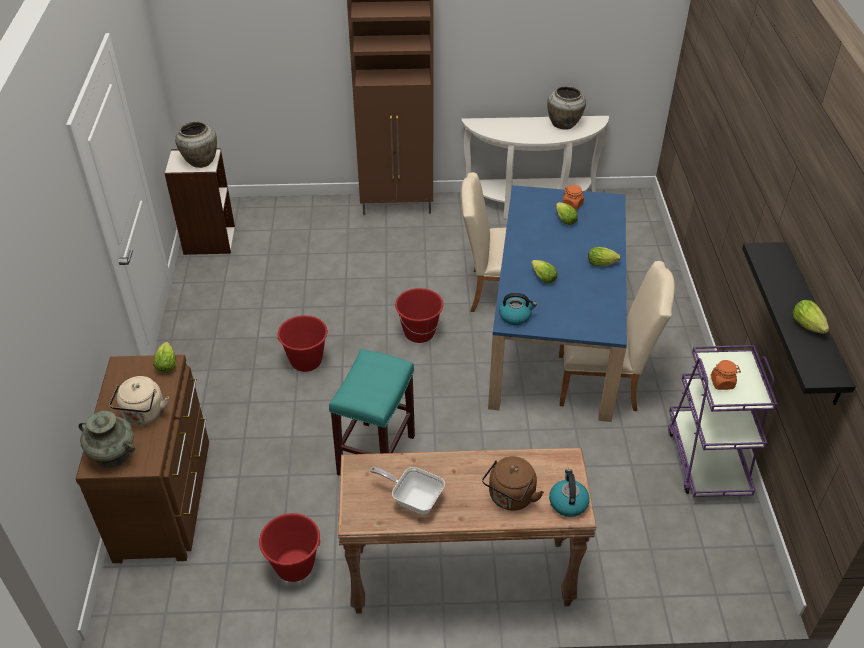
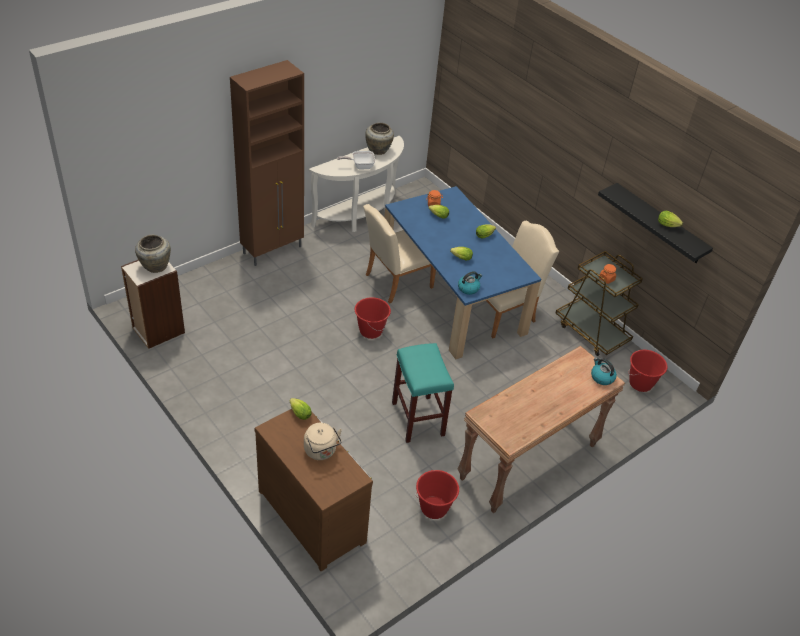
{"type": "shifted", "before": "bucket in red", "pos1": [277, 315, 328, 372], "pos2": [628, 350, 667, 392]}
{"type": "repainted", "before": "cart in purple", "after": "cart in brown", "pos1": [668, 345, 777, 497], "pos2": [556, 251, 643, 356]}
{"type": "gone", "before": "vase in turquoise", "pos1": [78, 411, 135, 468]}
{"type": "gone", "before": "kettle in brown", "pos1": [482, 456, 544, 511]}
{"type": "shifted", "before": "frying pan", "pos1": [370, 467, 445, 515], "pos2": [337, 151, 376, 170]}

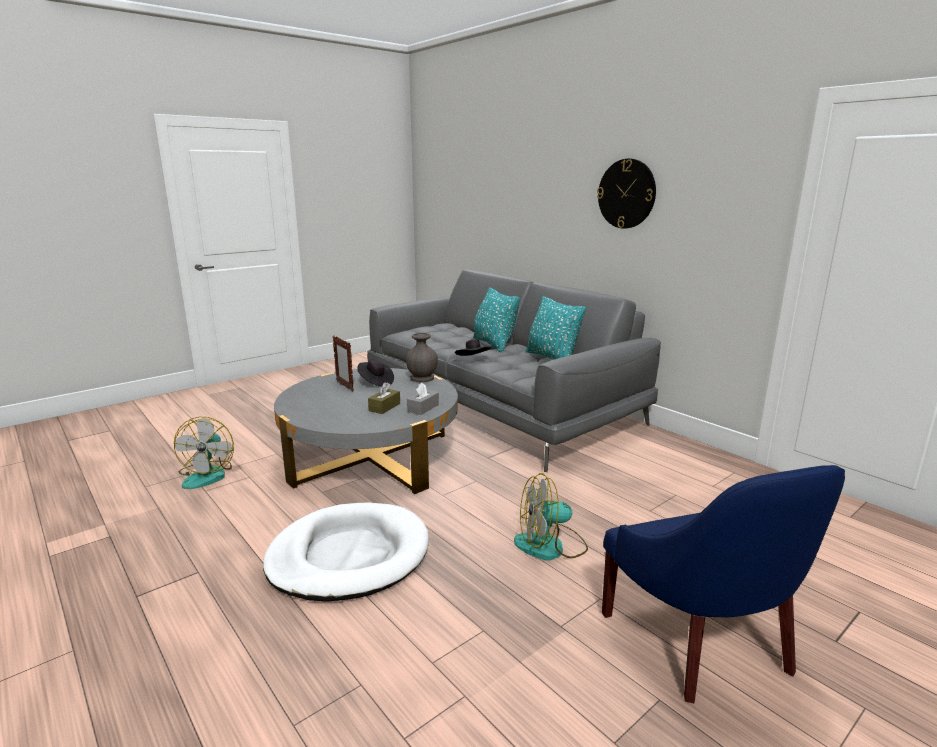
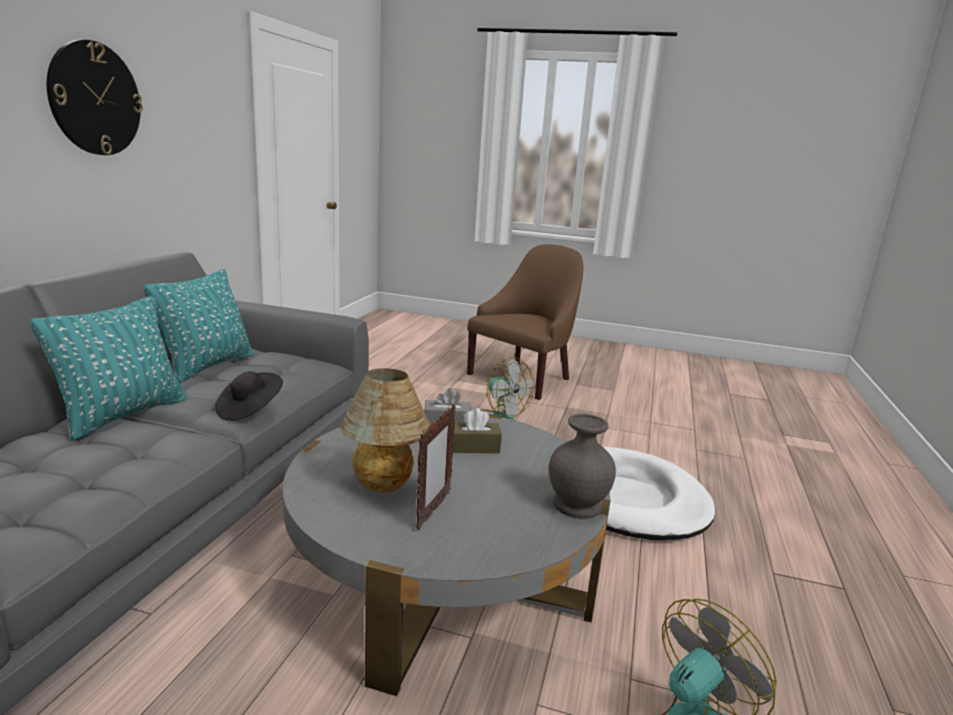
{"type": "shifted", "before": "vase in grey", "pos1": [406, 333, 438, 382], "pos2": [549, 414, 616, 519]}
{"type": "swapped", "before": "hat in black", "after": "table lamp", "pos1": [357, 360, 394, 387], "pos2": [339, 368, 430, 493]}
{"type": "repainted", "before": "armchair in blue", "after": "armchair in brown", "pos1": [602, 465, 845, 703], "pos2": [467, 244, 583, 400]}

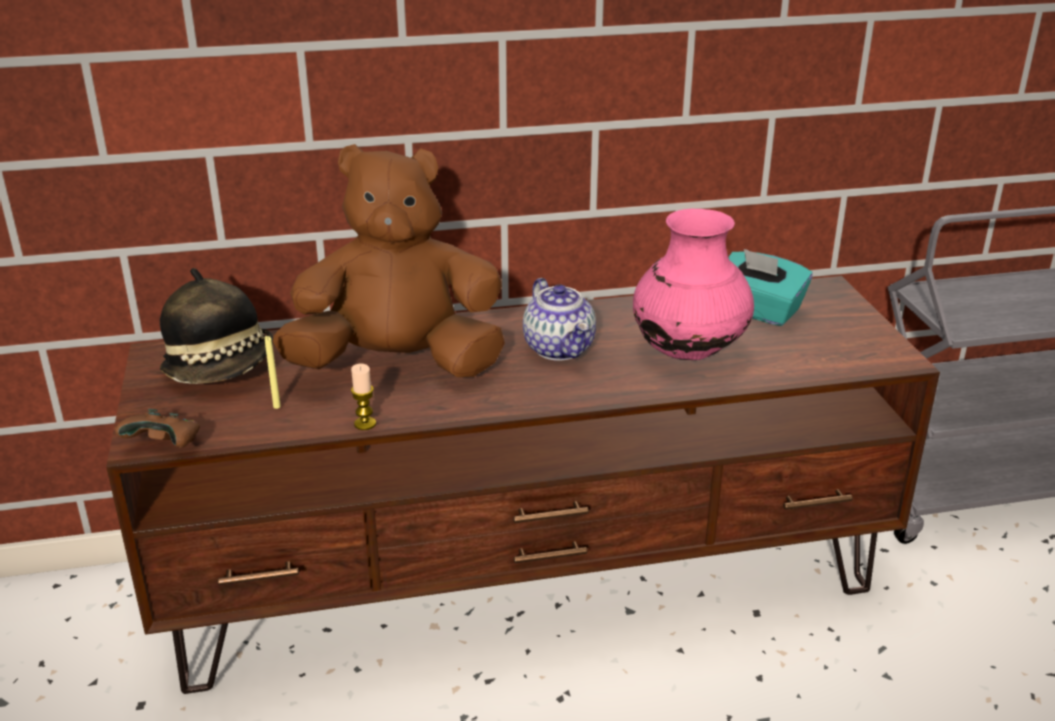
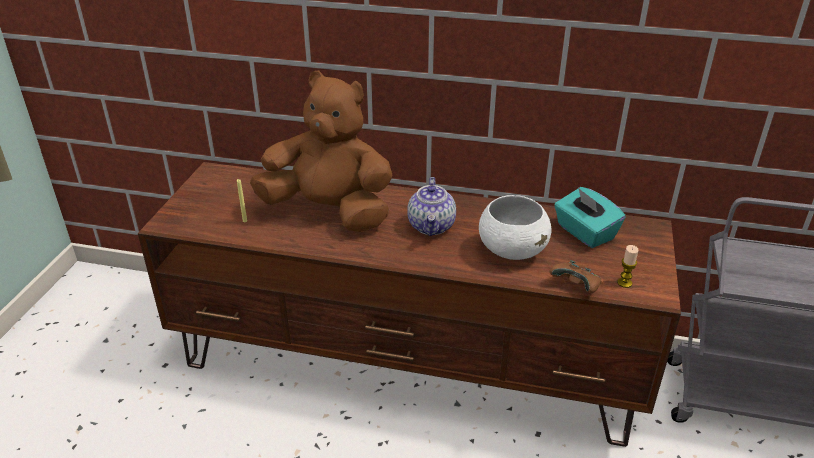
{"type": "swapped", "before": "vase in pink", "after": "bowl in white", "pos1": [633, 209, 754, 360], "pos2": [479, 195, 551, 260]}
{"type": "gone", "before": "hat", "pos1": [160, 268, 273, 384]}
{"type": "shifted", "before": "candle", "pos1": [351, 364, 376, 430], "pos2": [617, 245, 639, 288]}
{"type": "shifted", "before": "game controller in brown", "pos1": [115, 409, 200, 448], "pos2": [550, 260, 601, 293]}

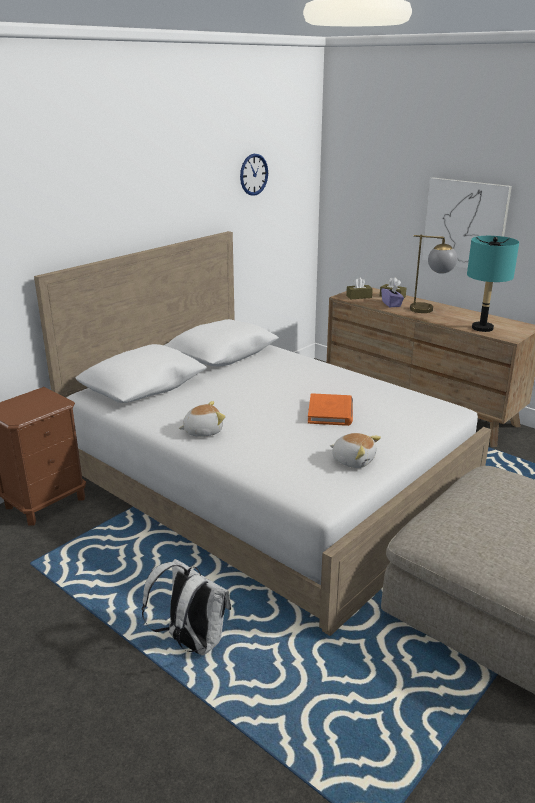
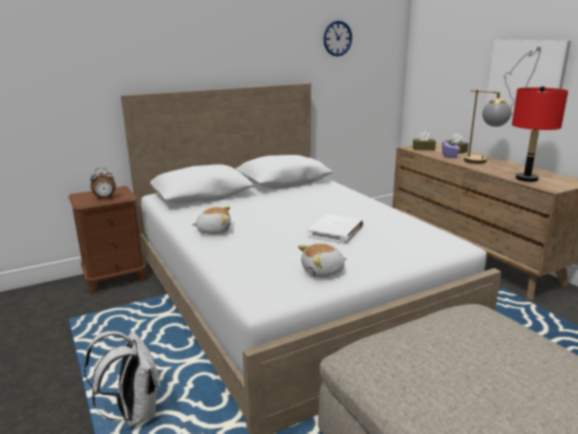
{"type": "repainted", "before": "table lamp in turquoise", "after": "table lamp in red", "pos1": [467, 236, 519, 332], "pos2": [512, 86, 568, 182]}
{"type": "repainted", "before": "book in orange", "after": "book in white", "pos1": [308, 393, 353, 426], "pos2": [308, 214, 363, 244]}
{"type": "rotated", "before": "plush toy", "pos1": [330, 433, 381, 468], "pos2": [298, 244, 347, 278], "turn": 105}
{"type": "new", "after": "alarm clock", "pos2": [90, 168, 116, 200]}

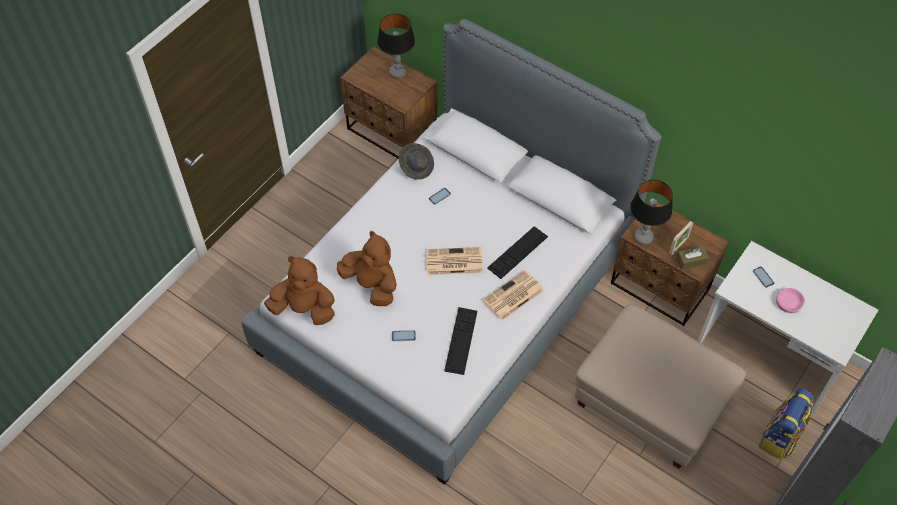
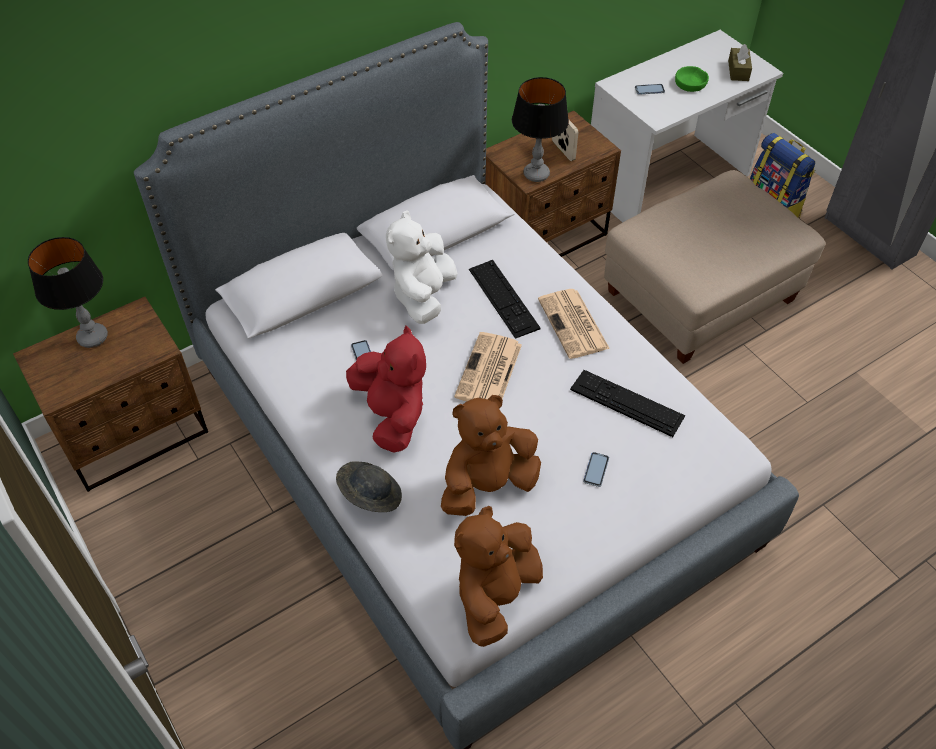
{"type": "shifted", "before": "hat in grey", "pos1": [398, 143, 434, 180], "pos2": [336, 461, 402, 512]}
{"type": "shifted", "before": "tissue box in brown", "pos1": [676, 246, 709, 270], "pos2": [728, 44, 752, 81]}
{"type": "repainted", "before": "bowl in pink", "after": "bowl in green", "pos1": [776, 288, 805, 313], "pos2": [675, 66, 709, 92]}
{"type": "new", "after": "plush toy in white", "pos2": [386, 211, 458, 324]}
{"type": "new", "after": "plush toy in red", "pos2": [346, 326, 426, 453]}

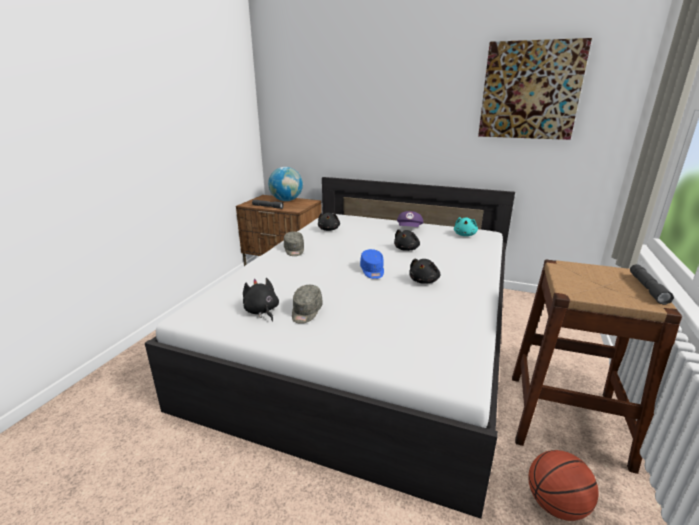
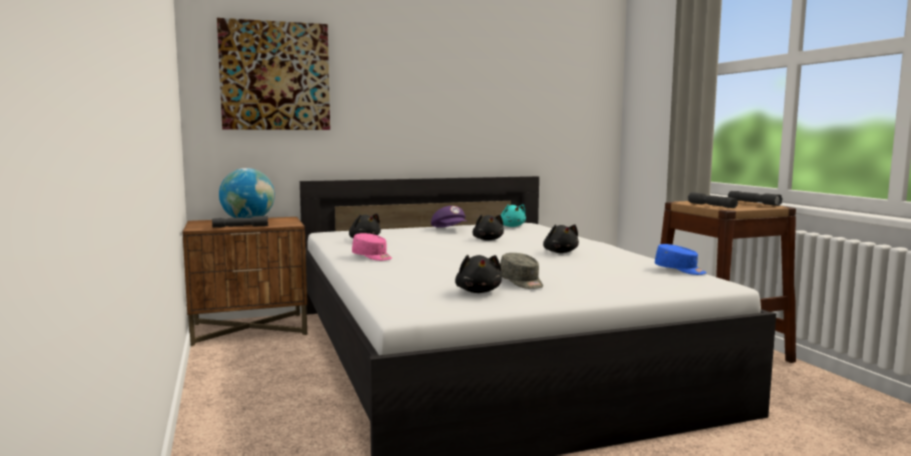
{"type": "shifted", "before": "picture", "pos1": [478, 38, 592, 140], "pos2": [217, 18, 330, 130]}
{"type": "repainted", "before": "cap in grey", "after": "cap in pink", "pos1": [284, 231, 304, 256], "pos2": [352, 233, 392, 261]}
{"type": "shifted", "before": "cap in blue", "pos1": [360, 249, 384, 279], "pos2": [655, 244, 706, 275]}
{"type": "rotated", "before": "plush toy in black", "pos1": [243, 278, 279, 321], "pos2": [455, 255, 502, 293], "turn": -120}
{"type": "gone", "before": "basketball", "pos1": [528, 450, 599, 521]}
{"type": "new", "after": "flashlight in grey", "pos2": [688, 192, 738, 208]}

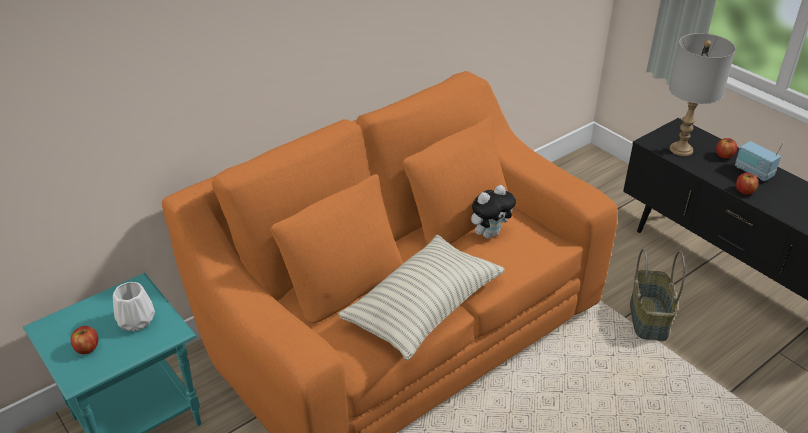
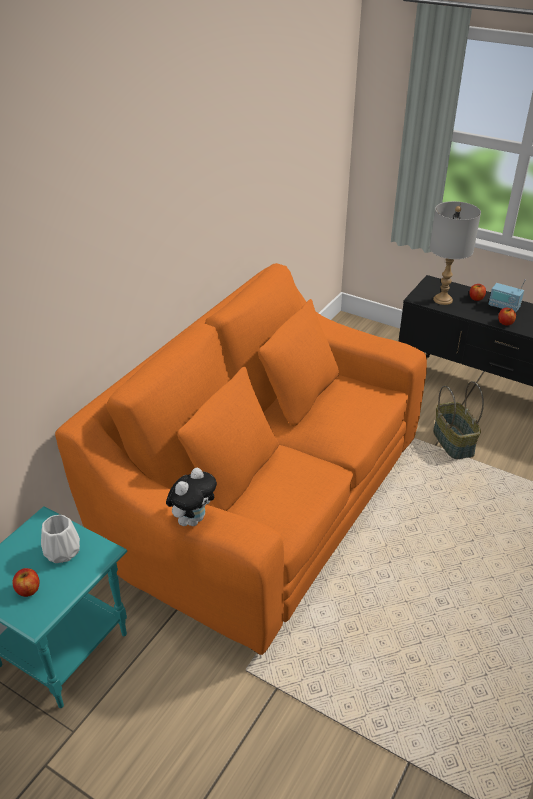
{"type": "shifted", "before": "plush toy", "pos1": [471, 185, 516, 239], "pos2": [166, 468, 217, 526]}
{"type": "gone", "before": "pillow", "pos1": [338, 235, 505, 360]}

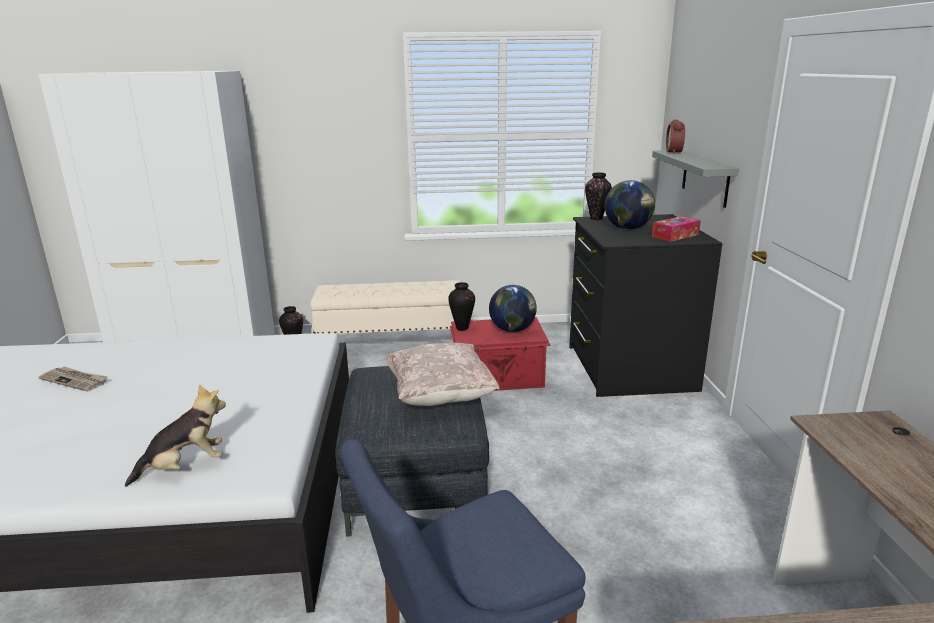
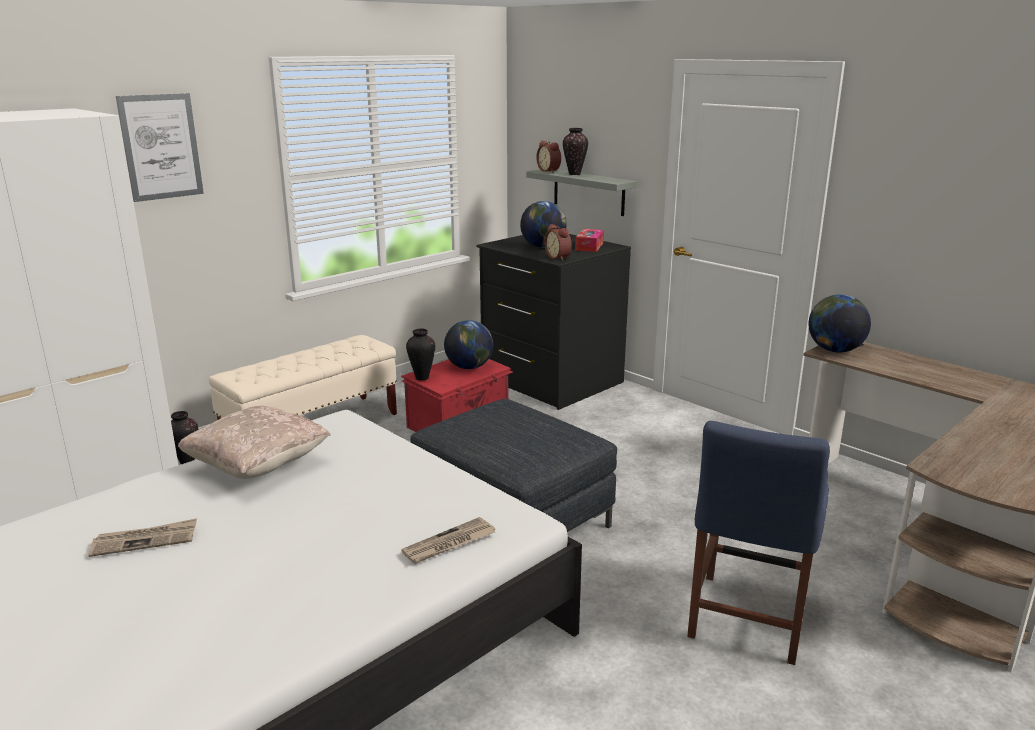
{"type": "shifted", "before": "vase", "pos1": [585, 173, 612, 220], "pos2": [563, 128, 588, 175]}
{"type": "shifted", "before": "pillow in beige", "pos1": [386, 343, 500, 406], "pos2": [178, 406, 331, 479]}
{"type": "swapped", "before": "plush toy", "after": "newspaper", "pos1": [125, 384, 226, 487], "pos2": [401, 517, 495, 564]}
{"type": "new", "after": "picture", "pos2": [116, 93, 204, 202]}
{"type": "new", "after": "alarm clock", "pos2": [544, 224, 572, 261]}
{"type": "new", "after": "globe", "pos2": [808, 294, 871, 353]}

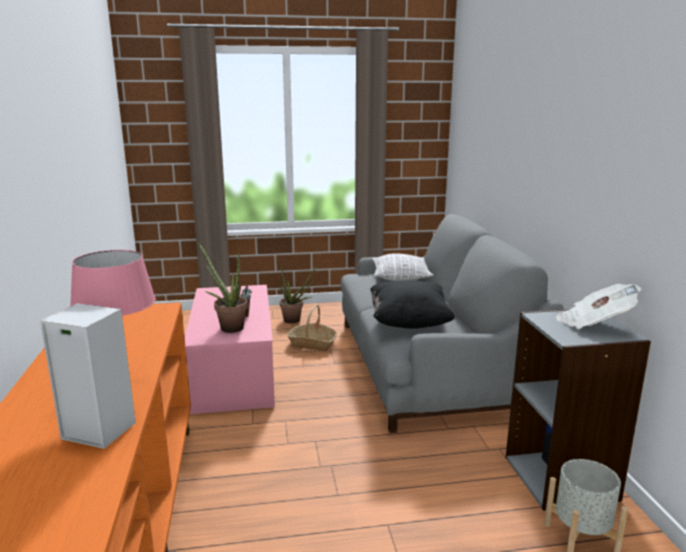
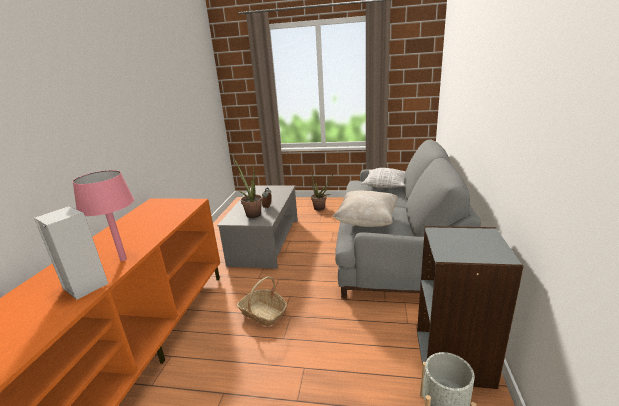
{"type": "repainted", "before": "pillow in black", "after": "pillow in beige", "pos1": [370, 281, 455, 329], "pos2": [333, 191, 398, 227]}
{"type": "gone", "before": "newspaper", "pos1": [556, 284, 642, 329]}
{"type": "repainted", "before": "coffee table in pink", "after": "coffee table in grey", "pos1": [185, 285, 275, 414], "pos2": [217, 185, 298, 269]}
{"type": "shifted", "before": "basket", "pos1": [287, 305, 337, 351], "pos2": [237, 276, 287, 326]}

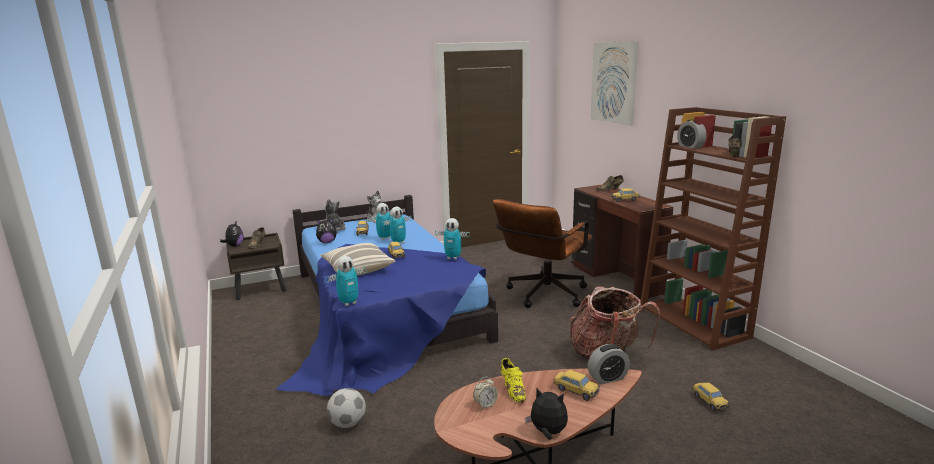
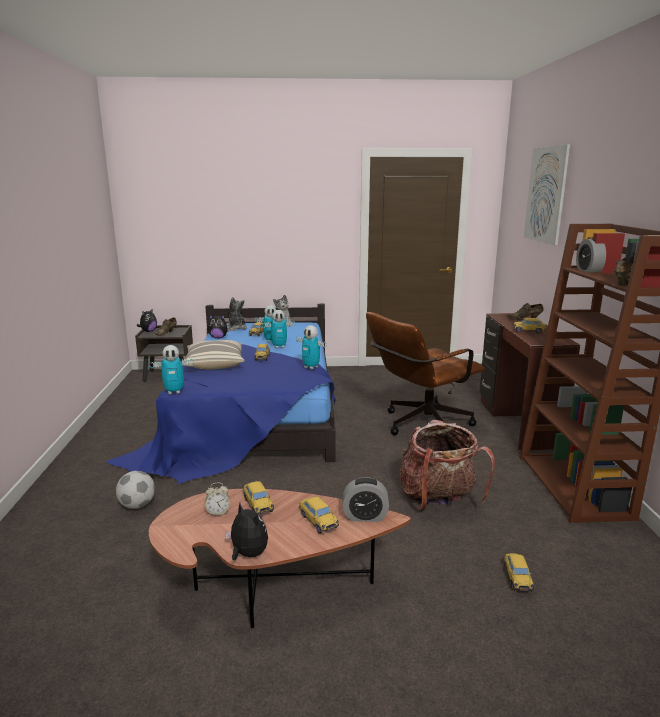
{"type": "swapped", "before": "shoe in yellow", "after": "toy car", "pos1": [500, 358, 526, 403], "pos2": [243, 481, 274, 514]}

